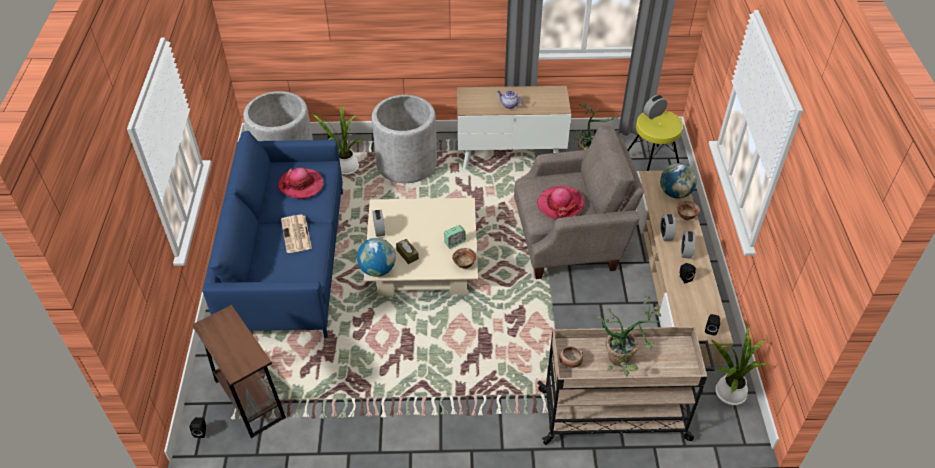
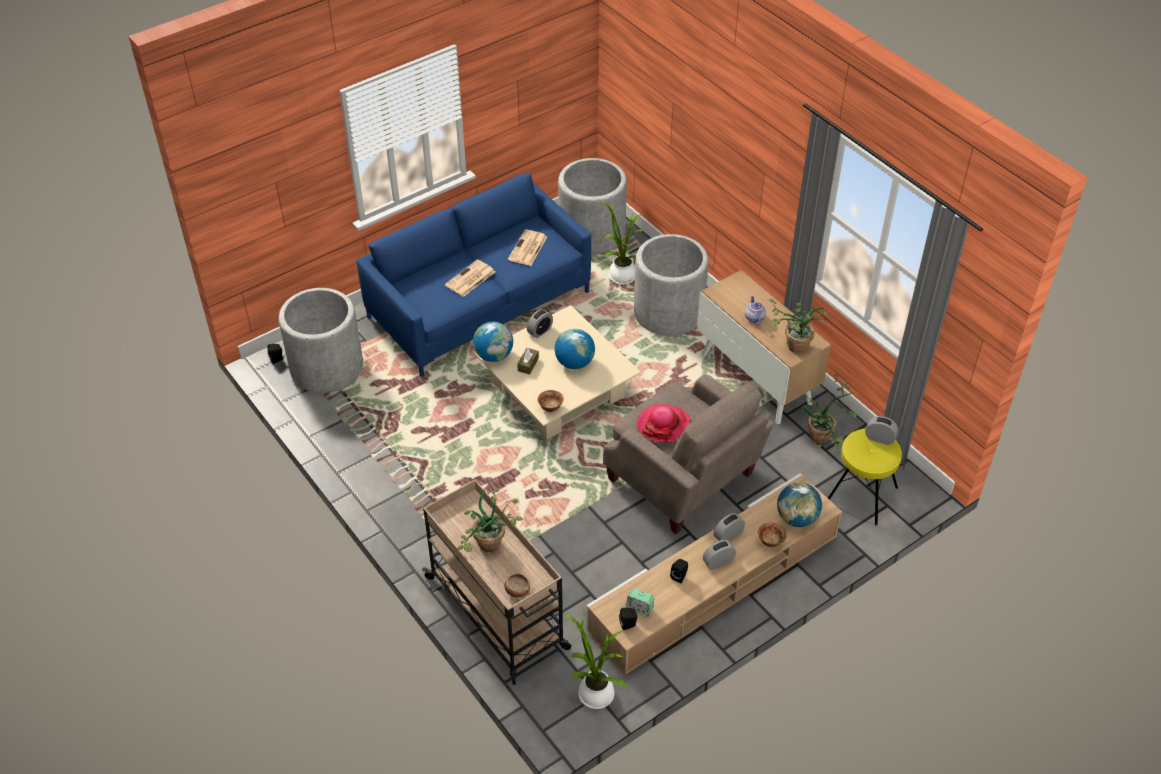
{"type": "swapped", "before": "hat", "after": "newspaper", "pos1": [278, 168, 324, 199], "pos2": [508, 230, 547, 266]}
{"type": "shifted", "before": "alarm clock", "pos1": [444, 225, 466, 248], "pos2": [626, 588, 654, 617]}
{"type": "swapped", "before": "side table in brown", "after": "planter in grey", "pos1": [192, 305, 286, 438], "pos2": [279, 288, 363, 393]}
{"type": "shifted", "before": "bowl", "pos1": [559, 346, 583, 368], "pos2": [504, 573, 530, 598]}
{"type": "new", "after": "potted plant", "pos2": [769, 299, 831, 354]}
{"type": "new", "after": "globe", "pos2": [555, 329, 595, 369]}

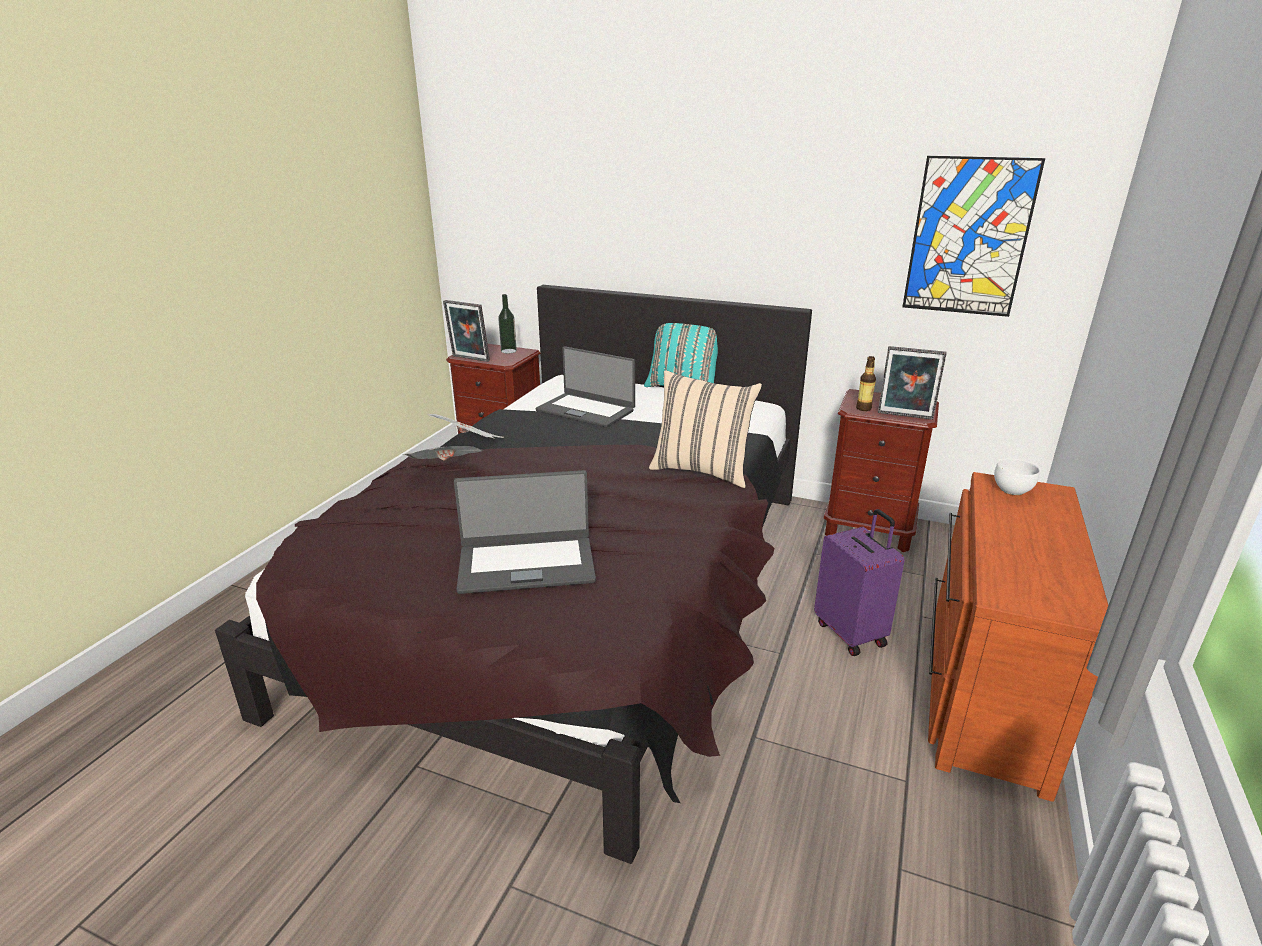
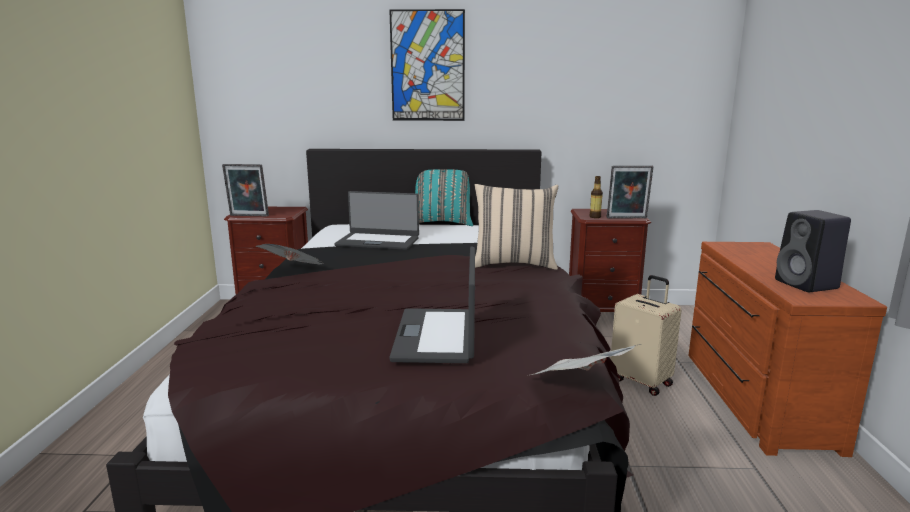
{"type": "shifted", "before": "picture", "pos1": [902, 156, 1045, 317], "pos2": [389, 9, 465, 121]}
{"type": "gone", "before": "bottle", "pos1": [498, 294, 517, 354]}
{"type": "shifted", "before": "newspaper", "pos1": [404, 446, 483, 461], "pos2": [531, 344, 641, 375]}
{"type": "gone", "before": "bowl in white", "pos1": [994, 458, 1040, 495]}
{"type": "rotated", "before": "laptop", "pos1": [454, 470, 596, 594], "pos2": [389, 246, 475, 363], "turn": 120}
{"type": "repainted", "before": "suitcase in purple", "after": "suitcase in beige", "pos1": [814, 509, 904, 656], "pos2": [611, 275, 682, 396]}
{"type": "new", "after": "speaker in black", "pos2": [775, 210, 851, 292]}

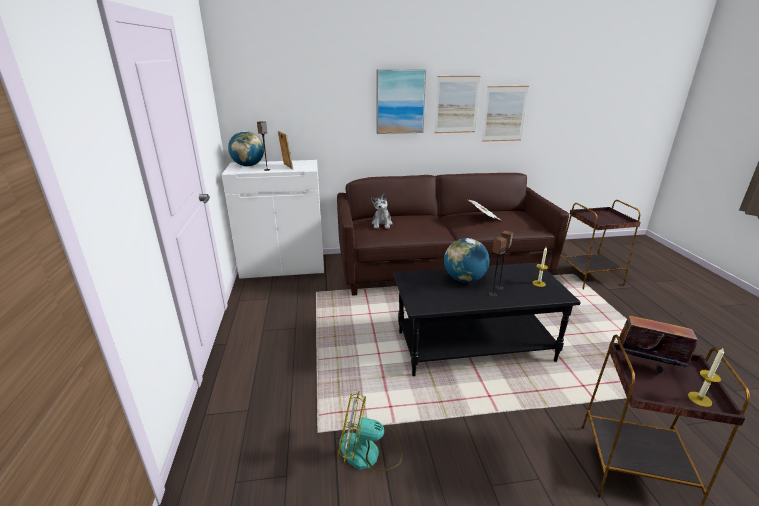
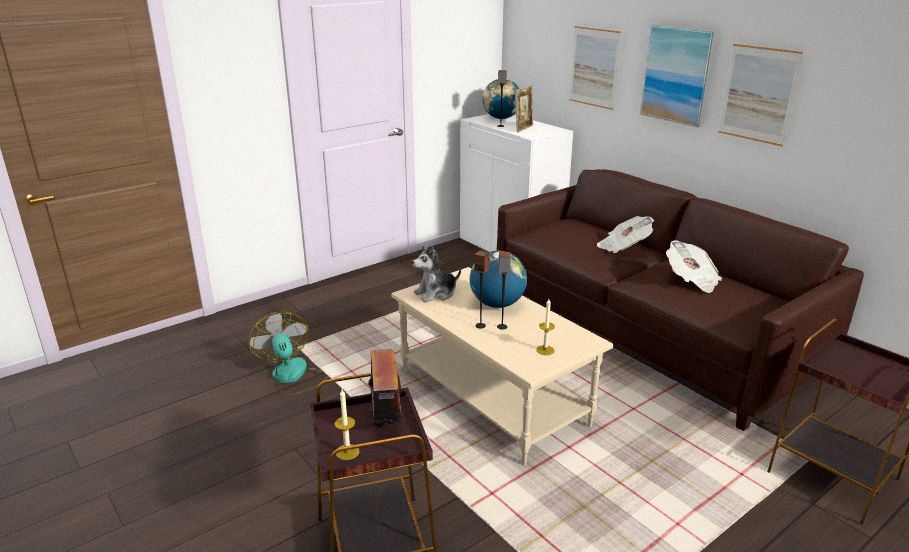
{"type": "shifted", "before": "picture", "pos1": [482, 86, 529, 142], "pos2": [569, 26, 622, 110]}
{"type": "shifted", "before": "plush toy", "pos1": [371, 193, 393, 229], "pos2": [412, 245, 461, 302]}
{"type": "repainted", "before": "coffee table in black", "after": "coffee table in beige", "pos1": [393, 262, 581, 376], "pos2": [391, 267, 614, 465]}
{"type": "new", "after": "newspaper", "pos2": [597, 216, 654, 253]}

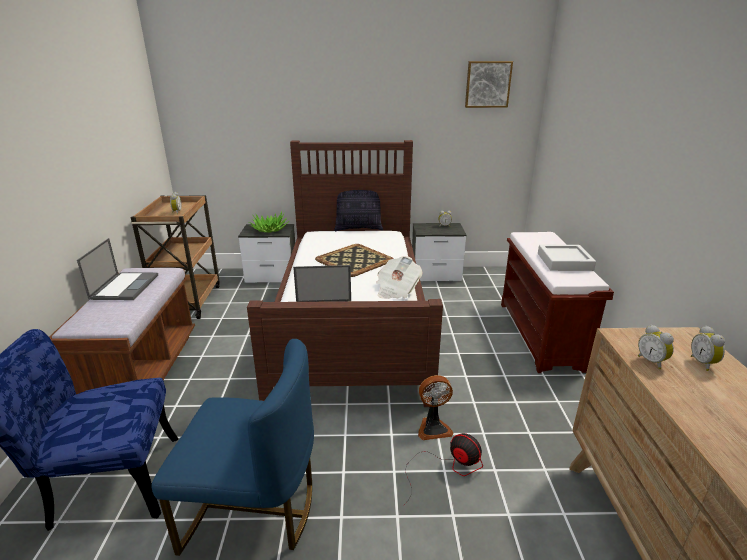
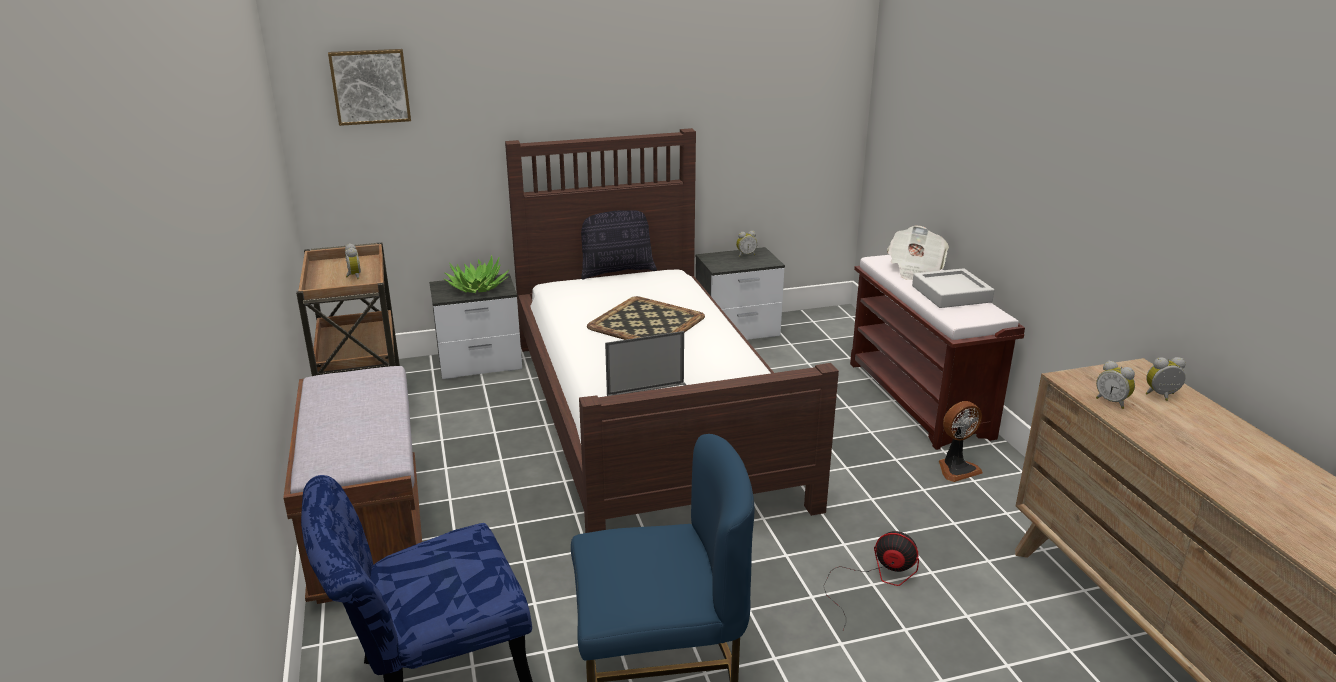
{"type": "shifted", "before": "picture", "pos1": [465, 61, 513, 108], "pos2": [328, 49, 411, 126]}
{"type": "gone", "before": "laptop", "pos1": [77, 238, 158, 300]}
{"type": "shifted", "before": "newspaper", "pos1": [376, 256, 423, 299], "pos2": [887, 225, 949, 280]}
{"type": "rotated", "before": "alarm clock", "pos1": [691, 326, 725, 371], "pos2": [1146, 357, 1186, 401], "turn": 105}
{"type": "shifted", "before": "fan", "pos1": [418, 375, 453, 440], "pos2": [939, 401, 983, 482]}

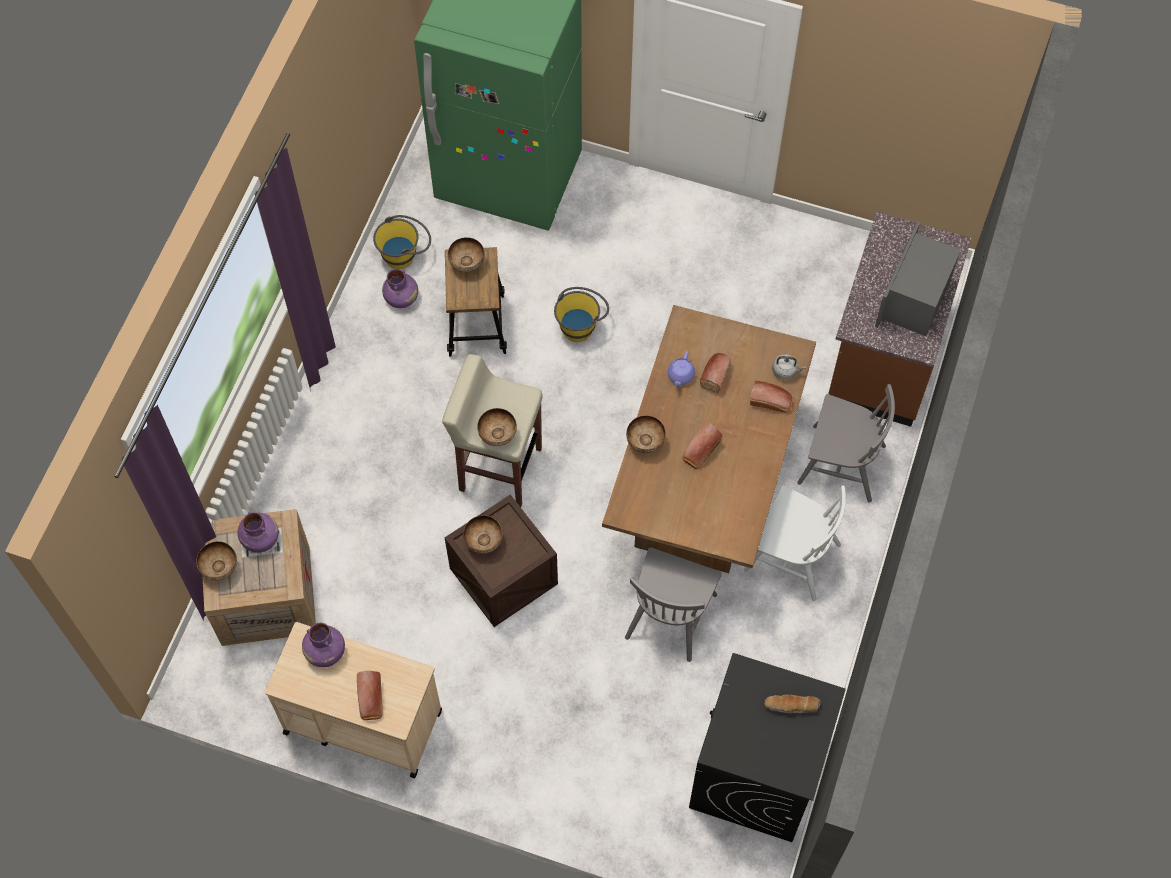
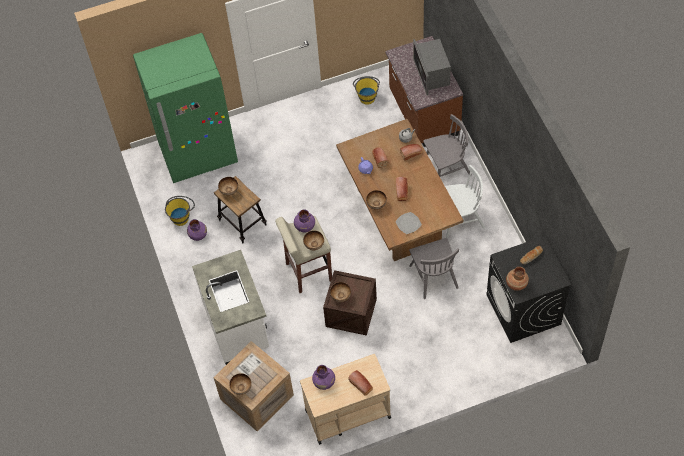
{"type": "shifted", "before": "bucket in yellow", "pos1": [554, 287, 609, 342], "pos2": [353, 76, 380, 105]}
{"type": "shifted", "before": "vase in purple", "pos1": [237, 512, 279, 553], "pos2": [294, 209, 315, 232]}
{"type": "new", "after": "plate", "pos2": [396, 212, 422, 234]}
{"type": "new", "after": "counter in white", "pos2": [192, 250, 269, 365]}
{"type": "new", "after": "vase in brown", "pos2": [506, 267, 529, 291]}

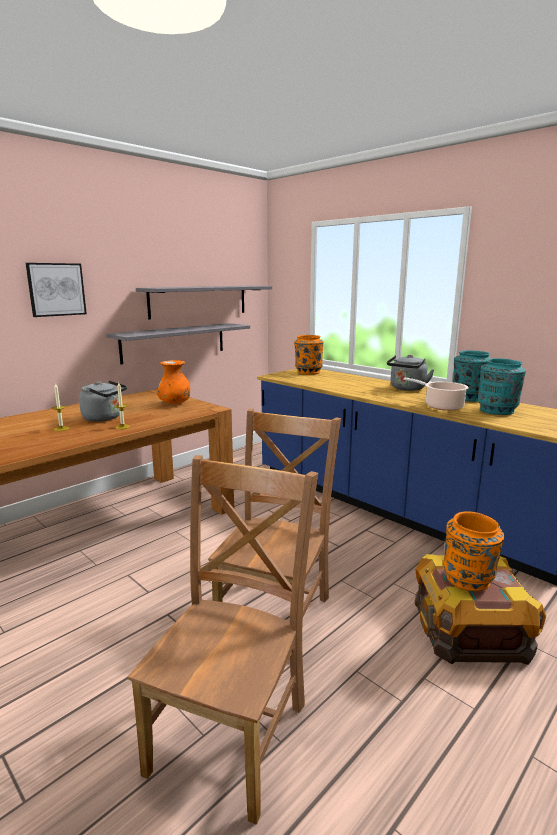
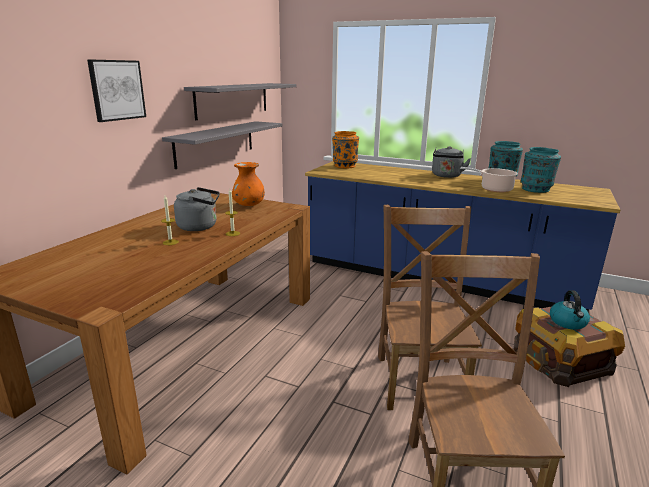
{"type": "swapped", "before": "vase in orange", "after": "kettle", "pos1": [443, 511, 504, 591], "pos2": [550, 290, 590, 330]}

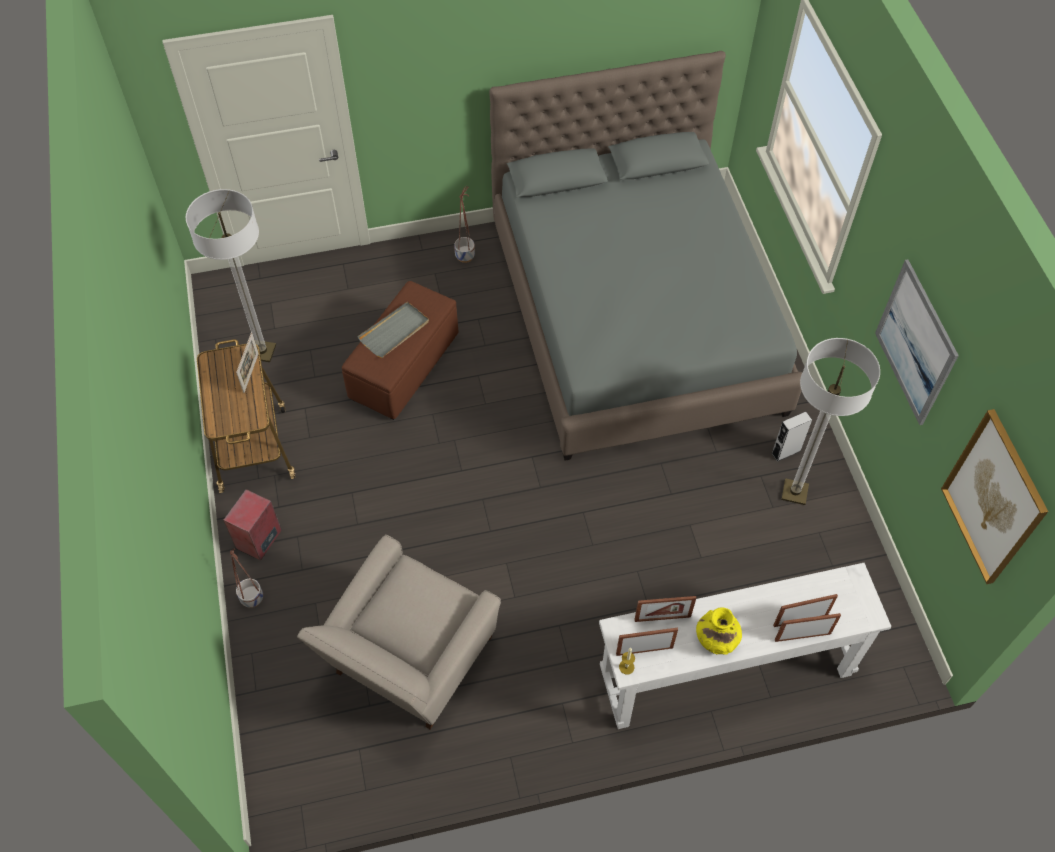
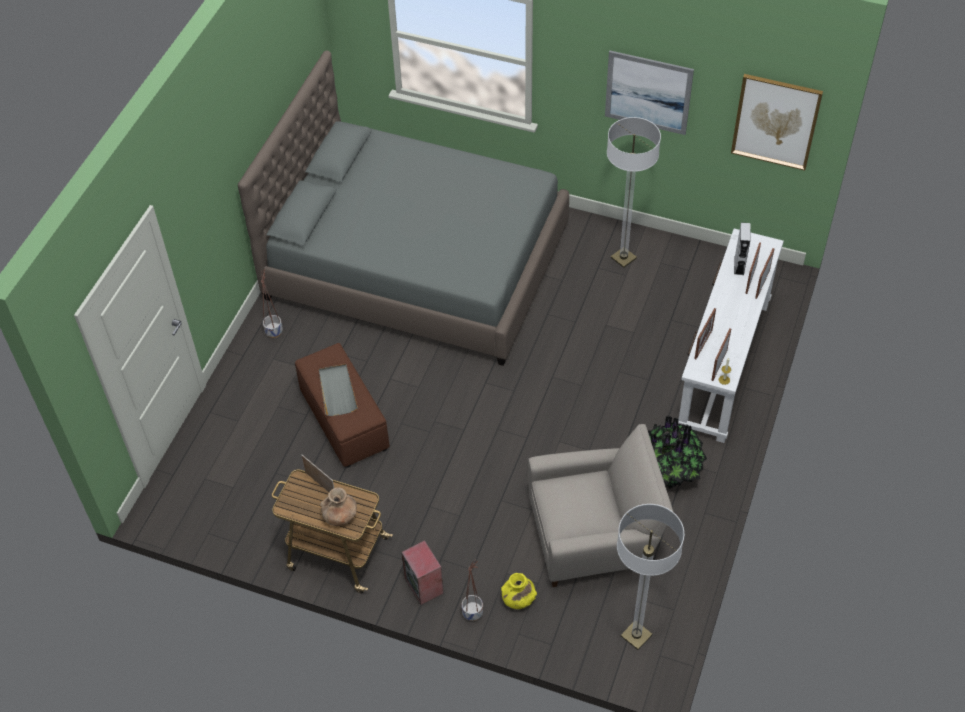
{"type": "shifted", "before": "floor lamp", "pos1": [186, 189, 276, 362], "pos2": [617, 504, 684, 650]}
{"type": "shifted", "before": "speaker in grey", "pos1": [772, 412, 812, 462], "pos2": [734, 222, 751, 275]}
{"type": "rotated", "before": "armchair in beige", "pos1": [297, 535, 501, 729], "pos2": [528, 424, 673, 587], "turn": -75}
{"type": "shifted", "before": "vase in yellow", "pos1": [696, 607, 742, 655], "pos2": [501, 573, 537, 609]}
{"type": "new", "after": "potted plant", "pos2": [648, 415, 707, 489]}
{"type": "new", "after": "vase in brown", "pos2": [320, 487, 357, 526]}

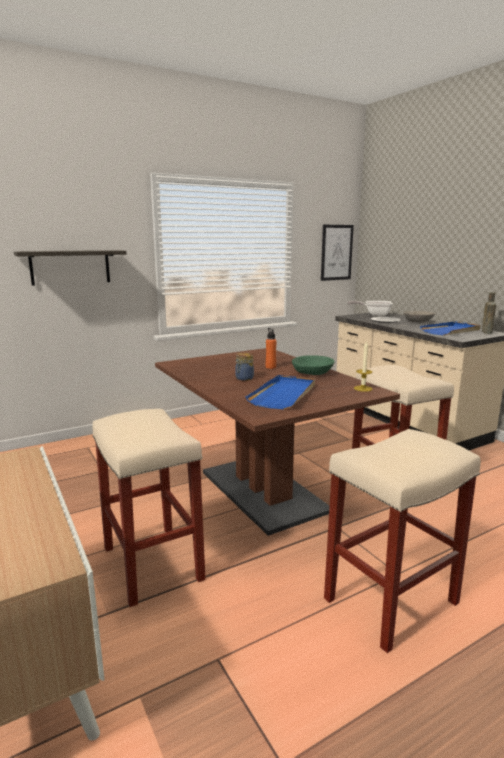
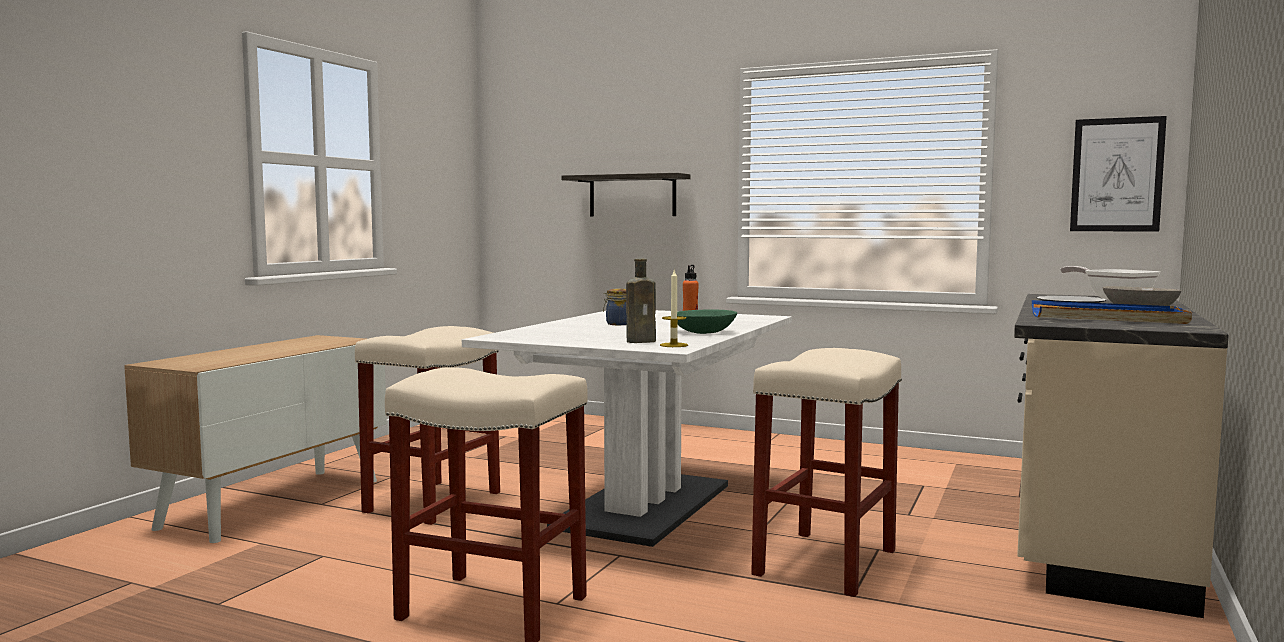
{"type": "shifted", "before": "bottle in brown", "pos1": [482, 292, 496, 334], "pos2": [626, 259, 656, 343]}
{"type": "repainted", "before": "dining table in brown", "after": "dining table in white", "pos1": [155, 348, 400, 536], "pos2": [462, 310, 792, 547]}
{"type": "gone", "before": "tray in blue", "pos1": [245, 375, 315, 409]}

